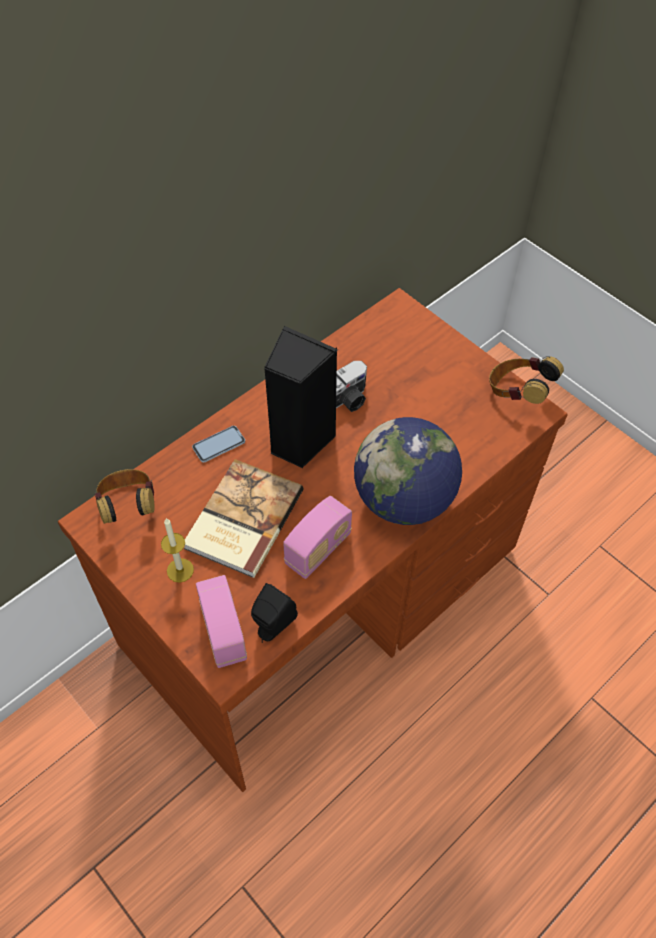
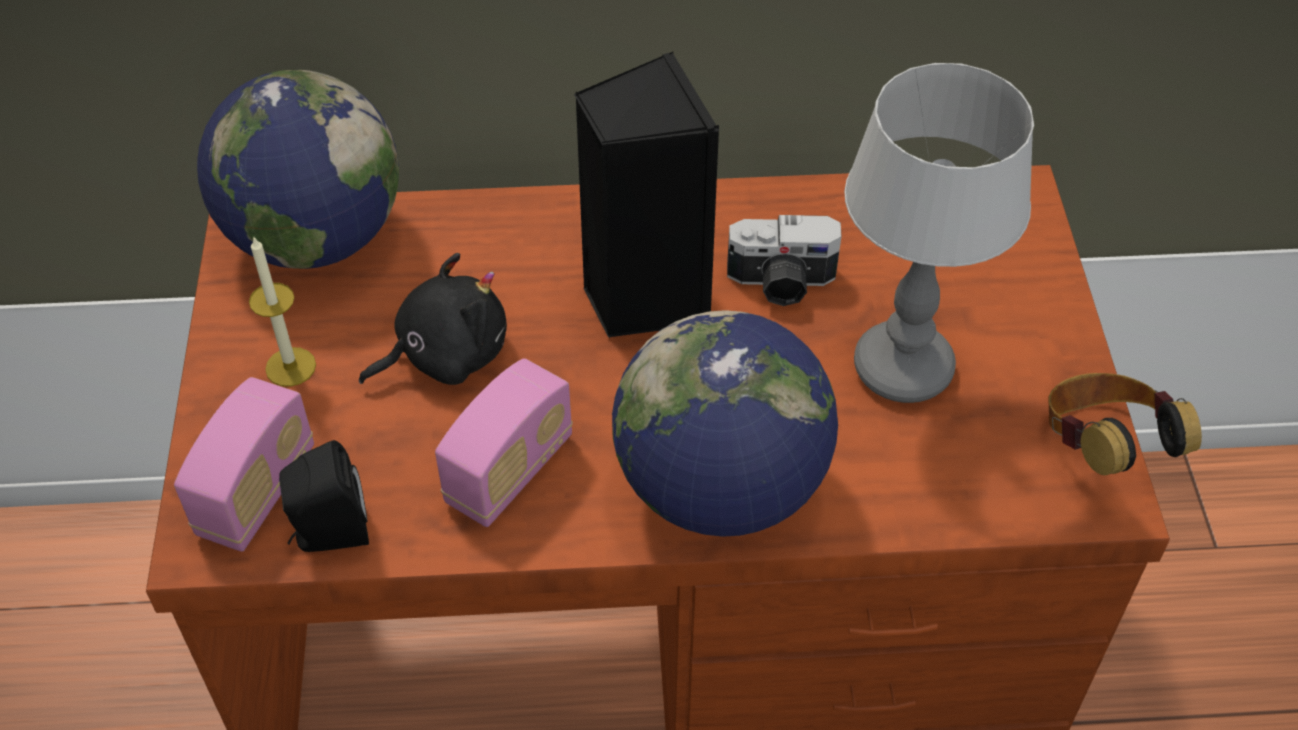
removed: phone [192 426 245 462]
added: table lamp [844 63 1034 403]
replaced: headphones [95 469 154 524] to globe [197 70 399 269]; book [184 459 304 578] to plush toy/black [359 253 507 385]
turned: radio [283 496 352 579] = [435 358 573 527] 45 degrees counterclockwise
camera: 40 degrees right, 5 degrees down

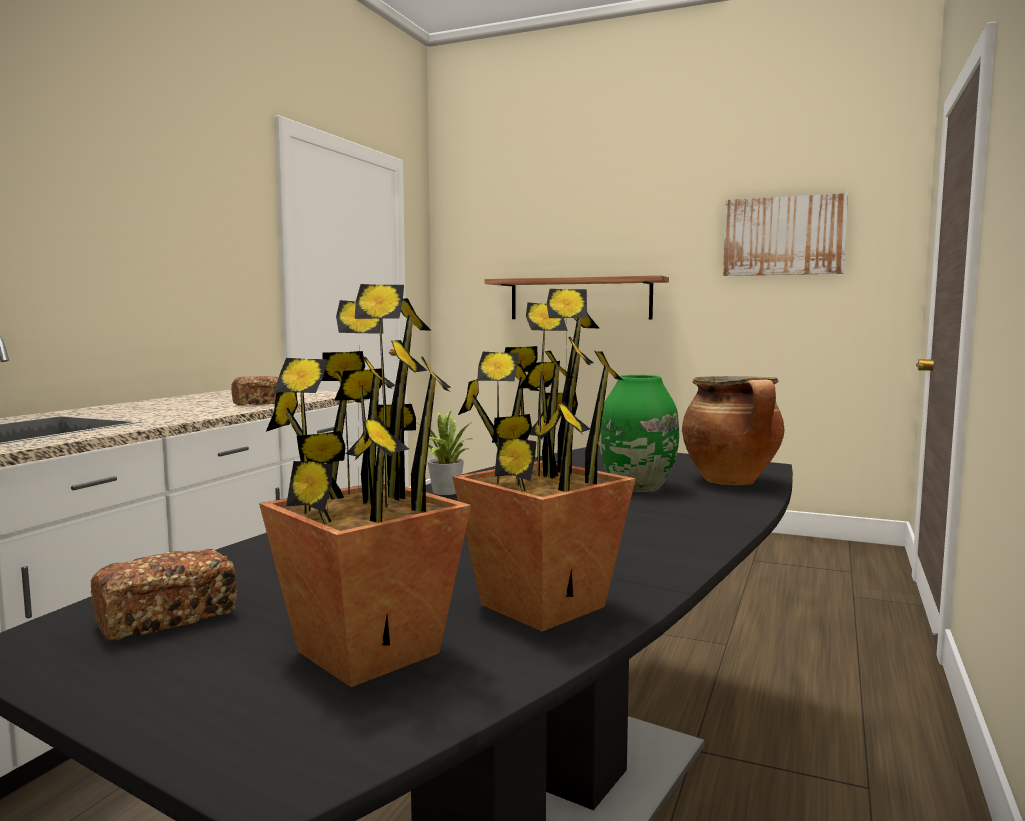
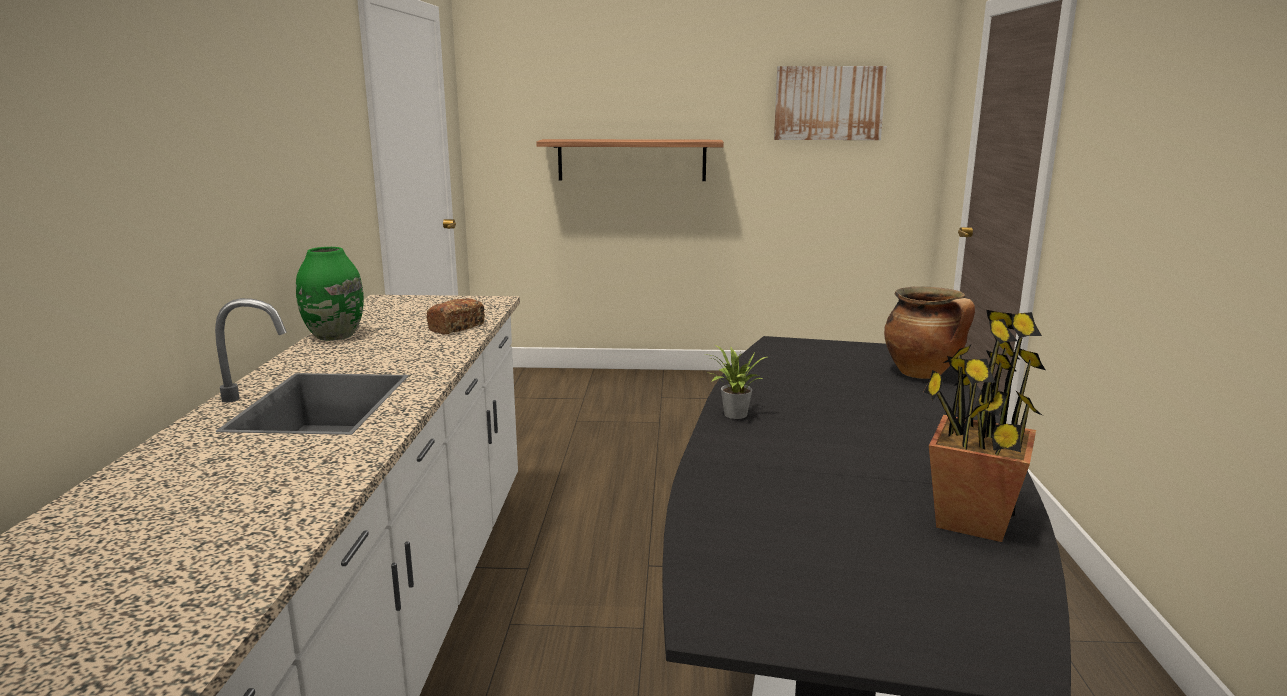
removed: bread [90 549 237 641]; potted plant [259 284 471 687]
moved: vase/green [599 375 679 492] to [296 247 364 341]
camera: 20 degrees left, 10 degrees up

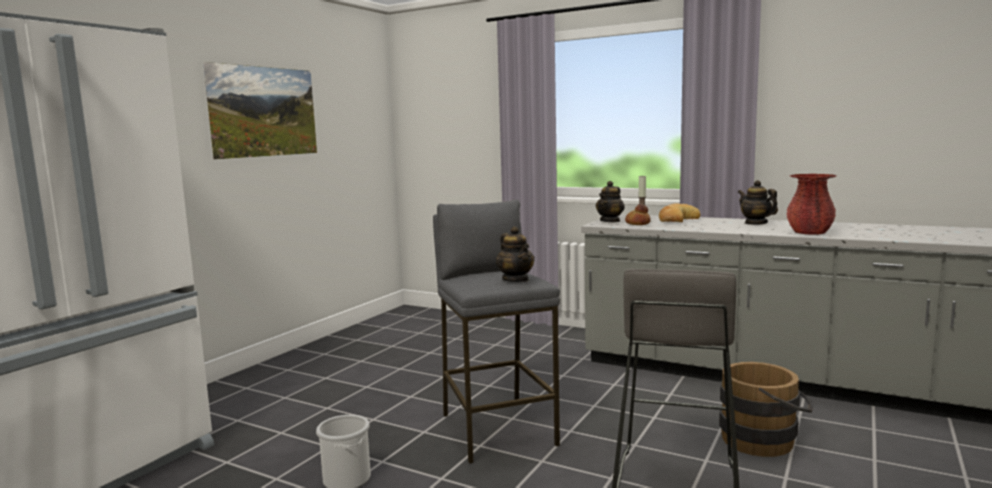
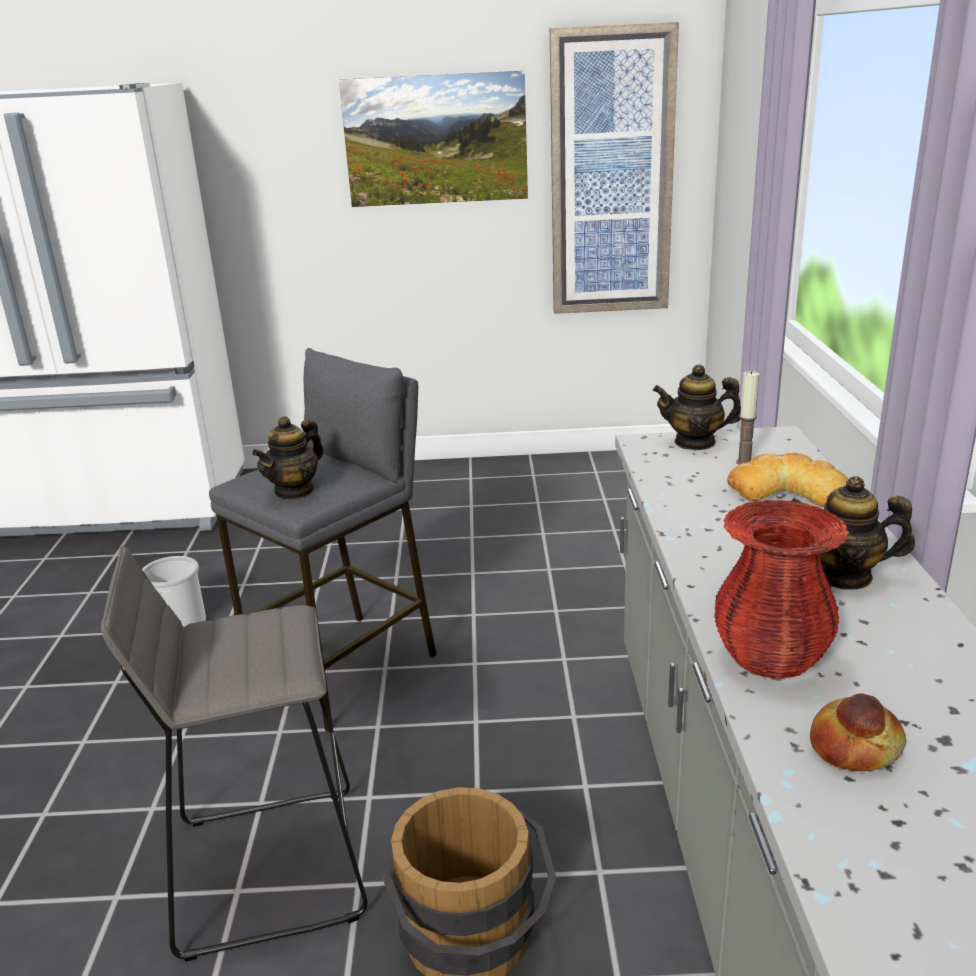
added: picture [550 22 679 314]
moved: bread [625 204 651 225] to [810 694 906 771]
turned: teapot [738 180 778 225] = [791 476 915 590] 105 degrees counterclockwise
camera: 60 degrees right, 15 degrees up

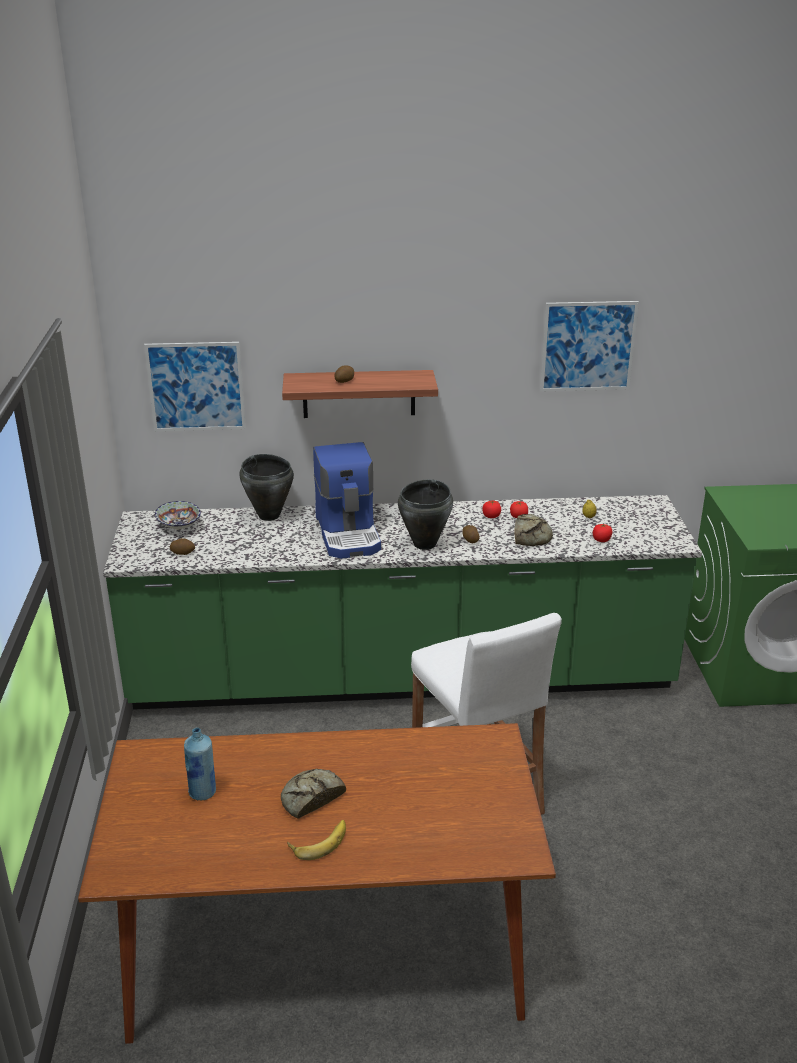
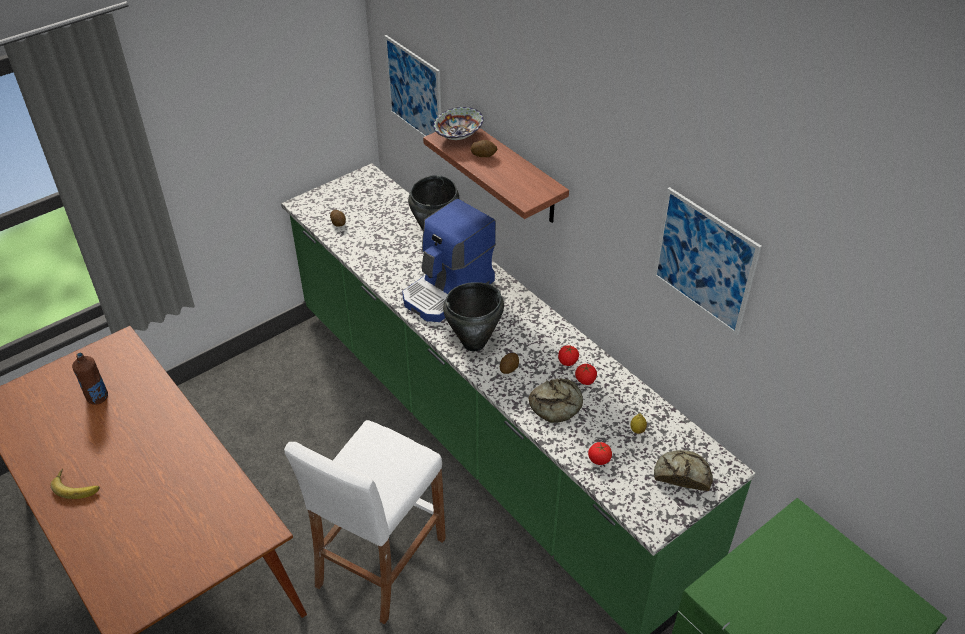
moved: bowl [155 501 201 529] to [434 107 483 140]; bread [281 769 346 819] to [654 450 713 491]
recoloured: bottle/blue [184 727 216 800] to bottle/brown [72 353 108 405]
camera: 55 degrees right, 15 degrees up

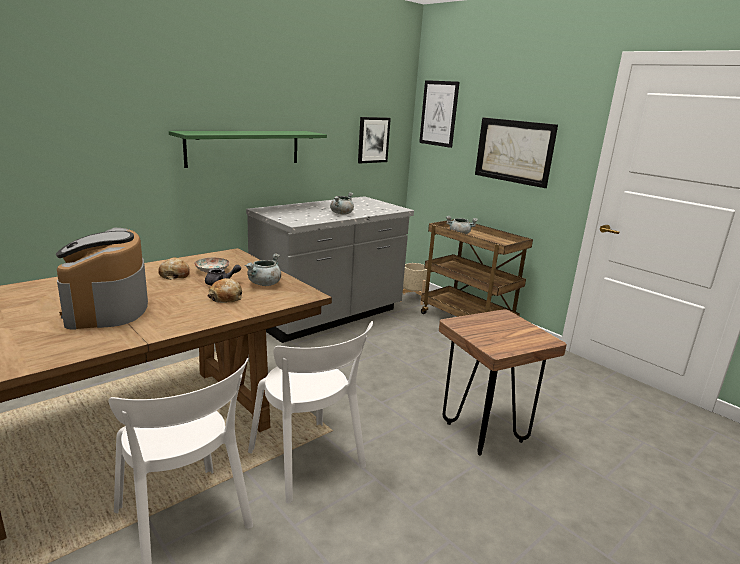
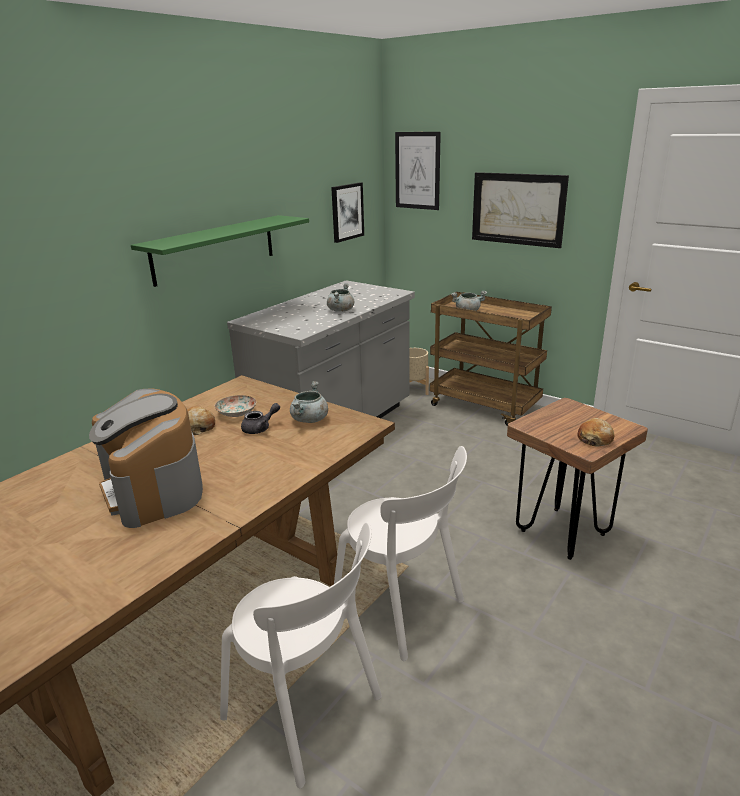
moved: bread [208 278 242 303] to [578 418 615 447]
camera: 10 degrees left, 5 degrees up

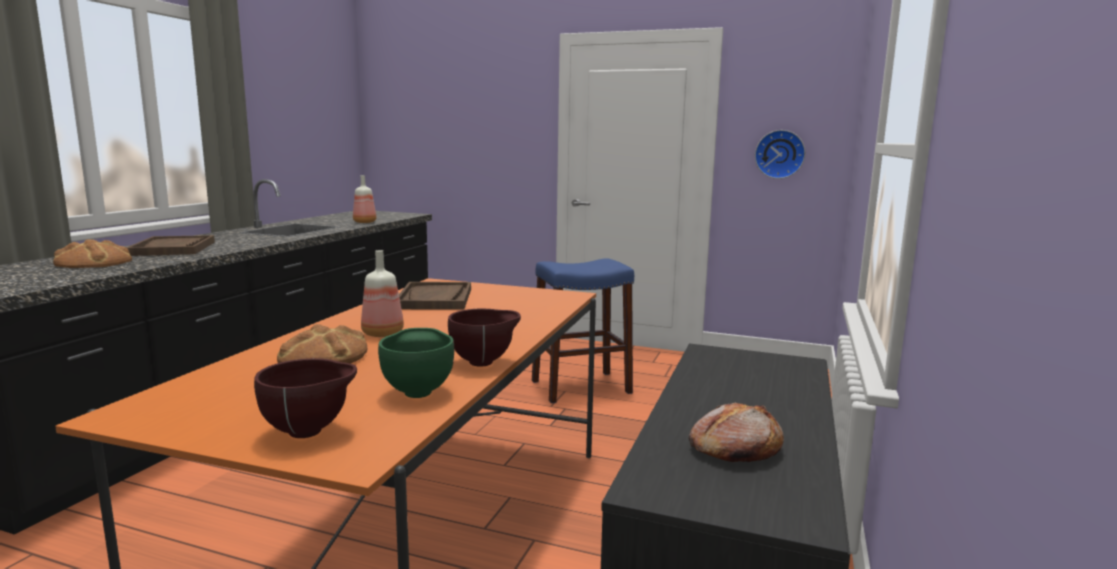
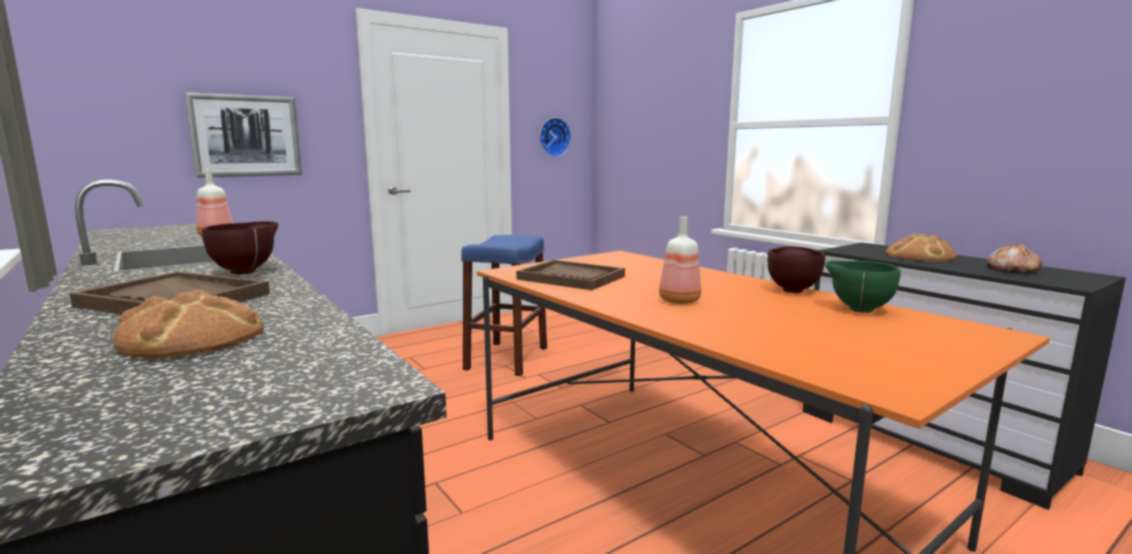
added: picture [185 92 302 178]
moved: bowl/brown [254 358 357 438] to [202 221 278 274]; bread [277 324 367 364] to [886 233 956 262]
camera: 55 degrees left, 0 degrees up

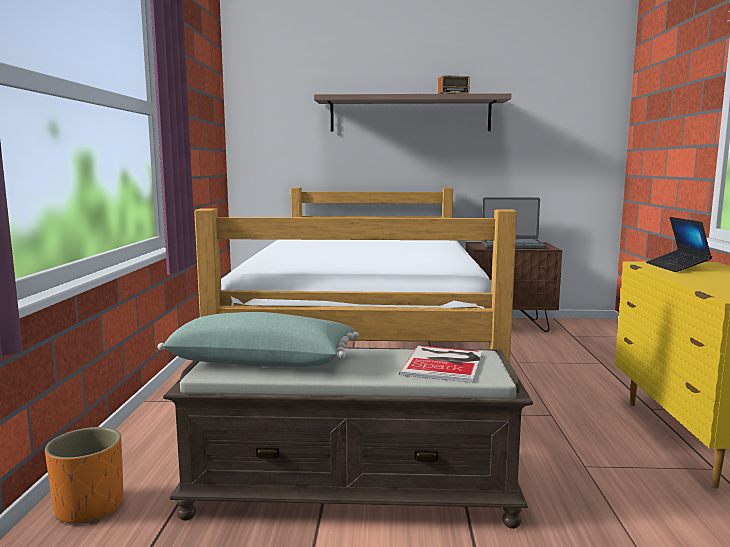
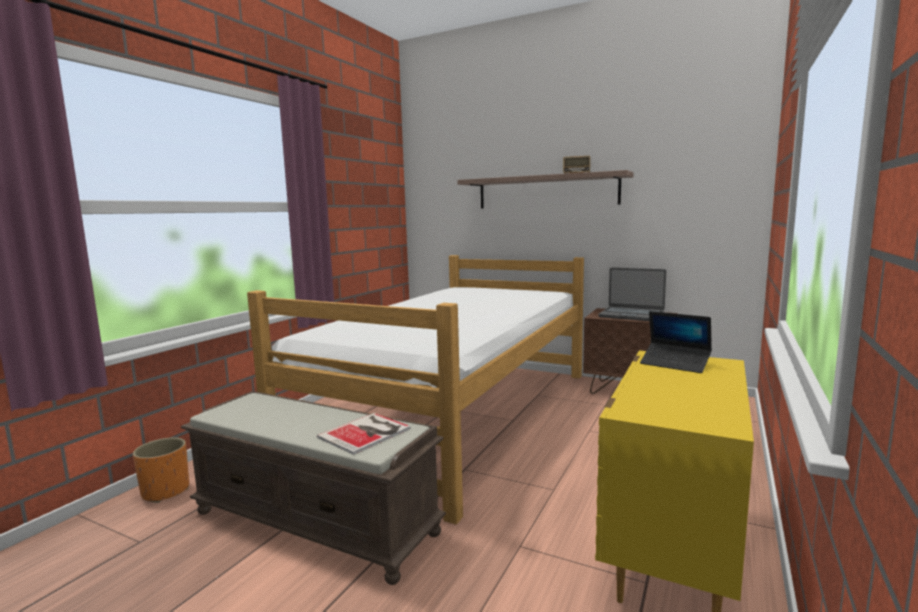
removed: pillow/green [158 312 359 367]
turned: laptop [646 217 712 272] = [640 311 712 373] 75 degrees counterclockwise
camera: 25 degrees right, 0 degrees up

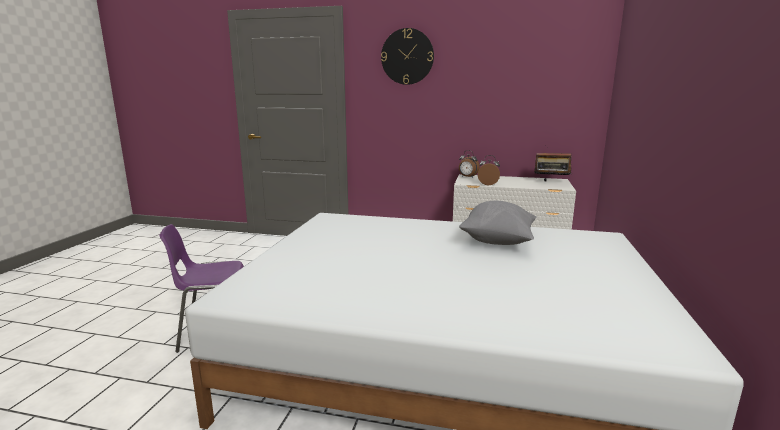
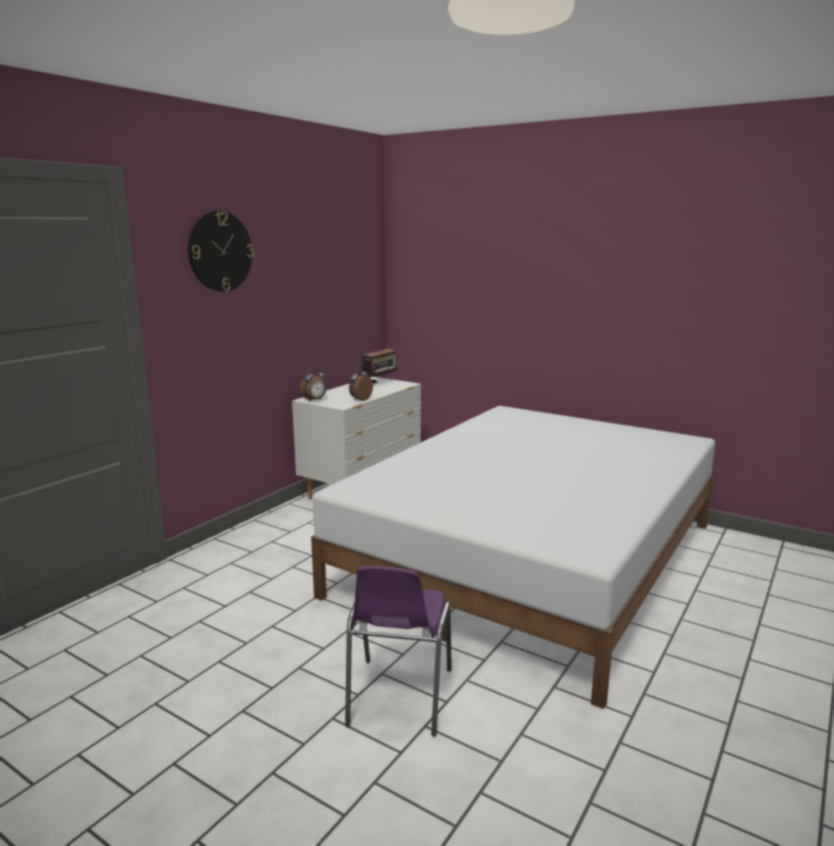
removed: pillow/grey [459 201 536 245]
camera: 70 degrees left, 0 degrees up

